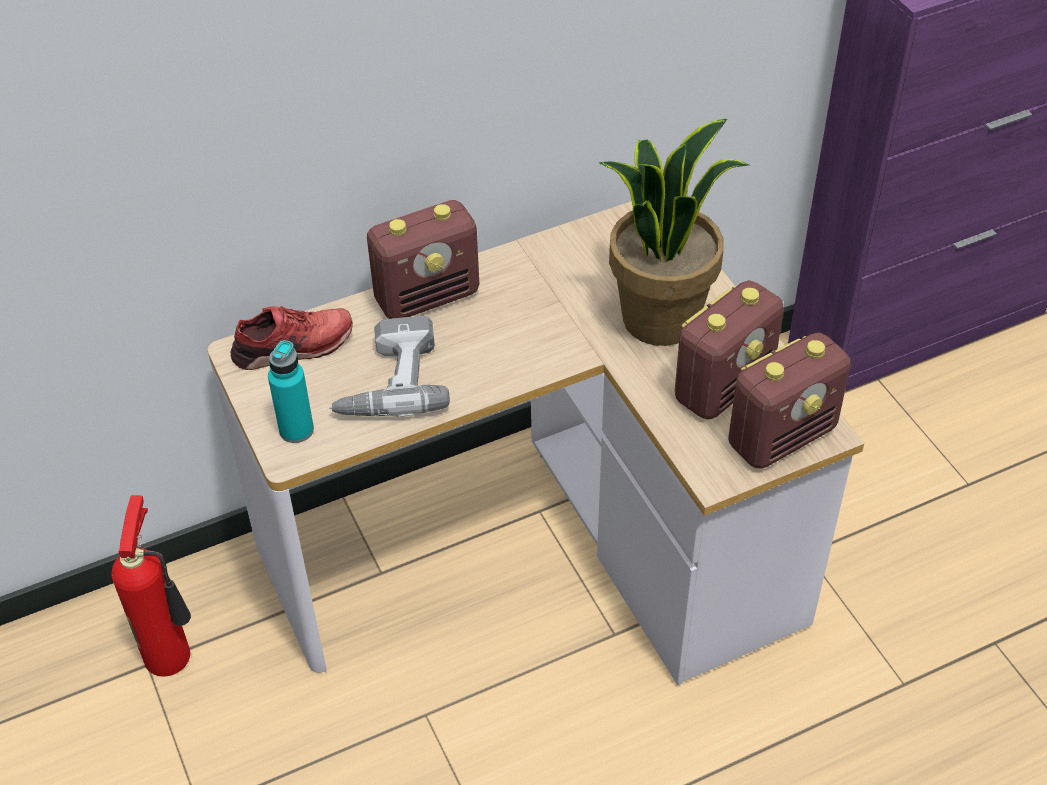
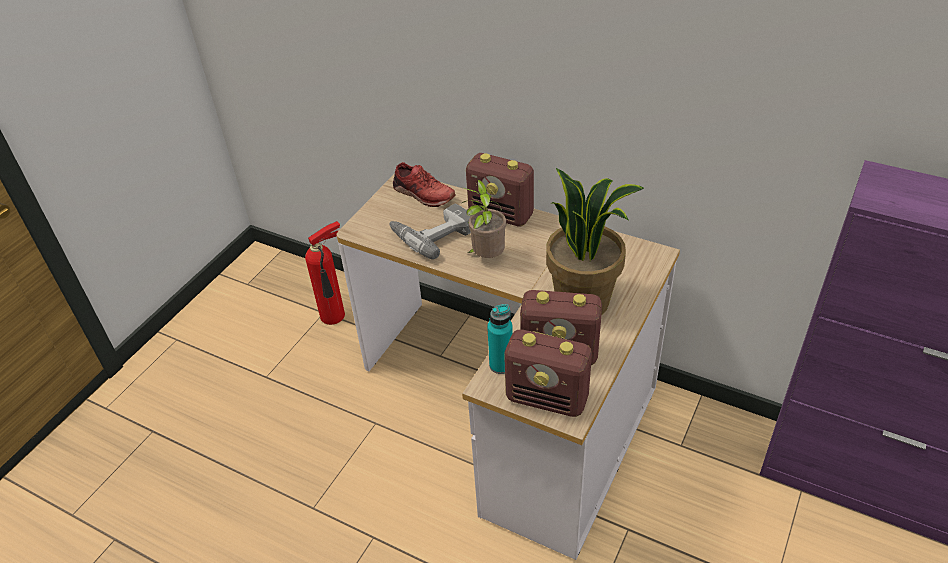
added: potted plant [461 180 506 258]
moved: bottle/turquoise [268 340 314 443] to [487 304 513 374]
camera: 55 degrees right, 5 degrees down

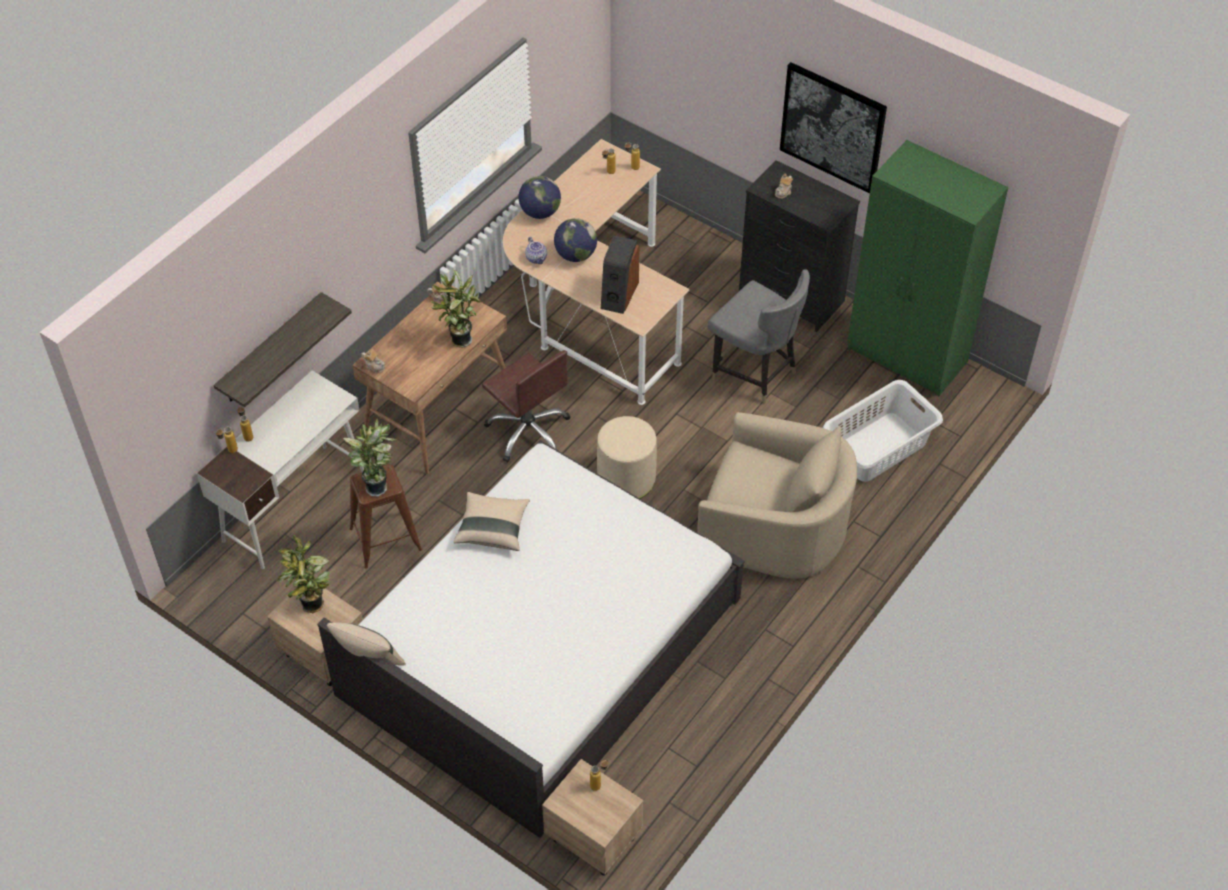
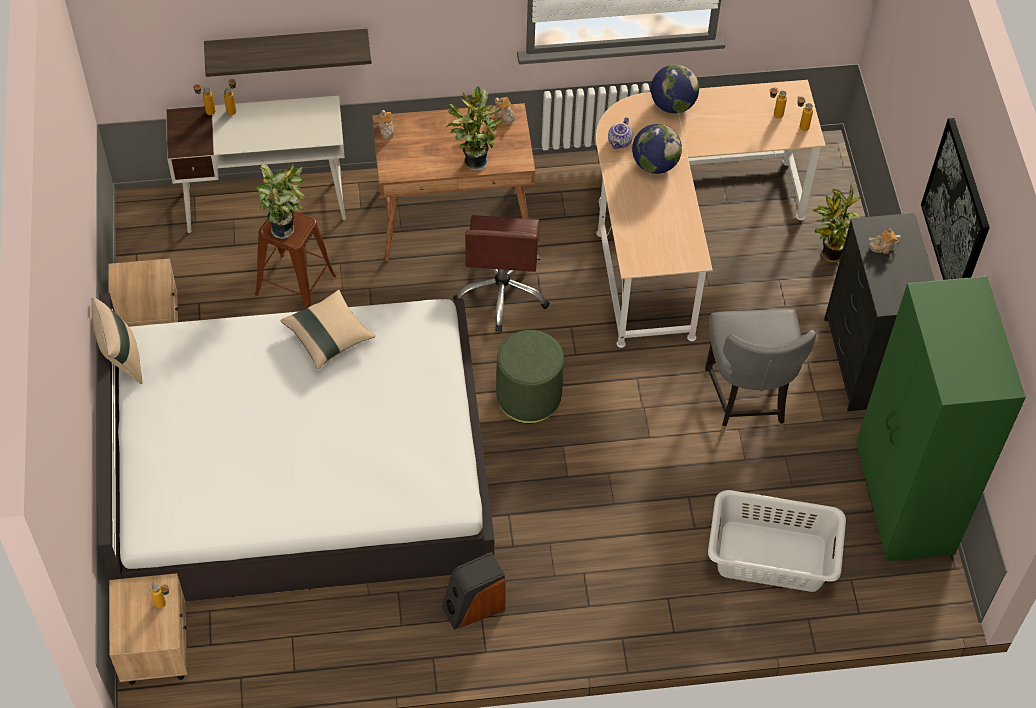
removed: armchair/beige [698 412 857 578]
moved: potted plant [276 534 330 613] to [813 183 861 263]; speaker [601 235 639 314] to [442 552 506 630]
recoloured: ottoman/beige [597 416 657 499] to ottoman/green [496 330 564 424]
camera: 45 degrees right, 5 degrees up

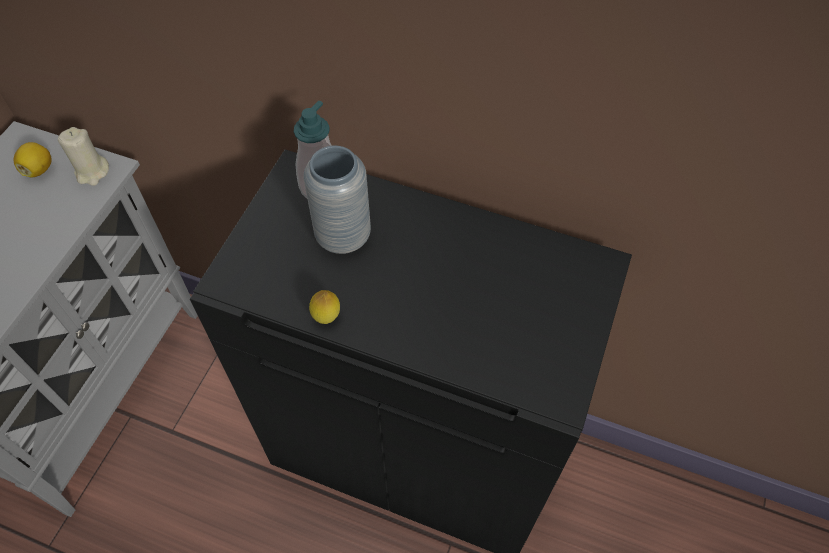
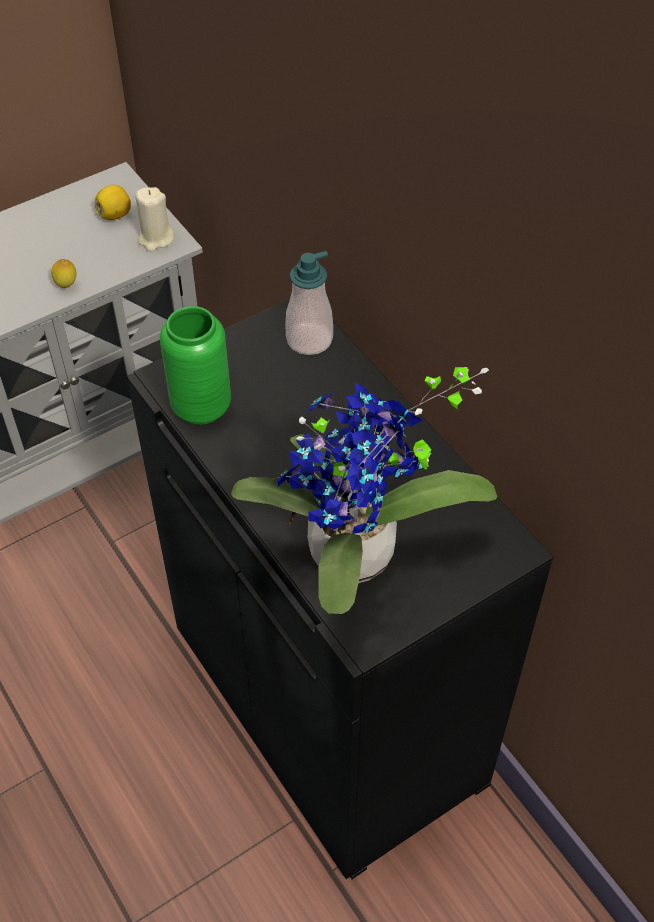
removed: vase/grey [303 146 371 254]
added: vase/green [160 306 231 425]; potted plant [231 367 497 614]
moved: lemon [309 290 340 324] to [51 259 77 288]
camera: 35 degrees right, 5 degrees down

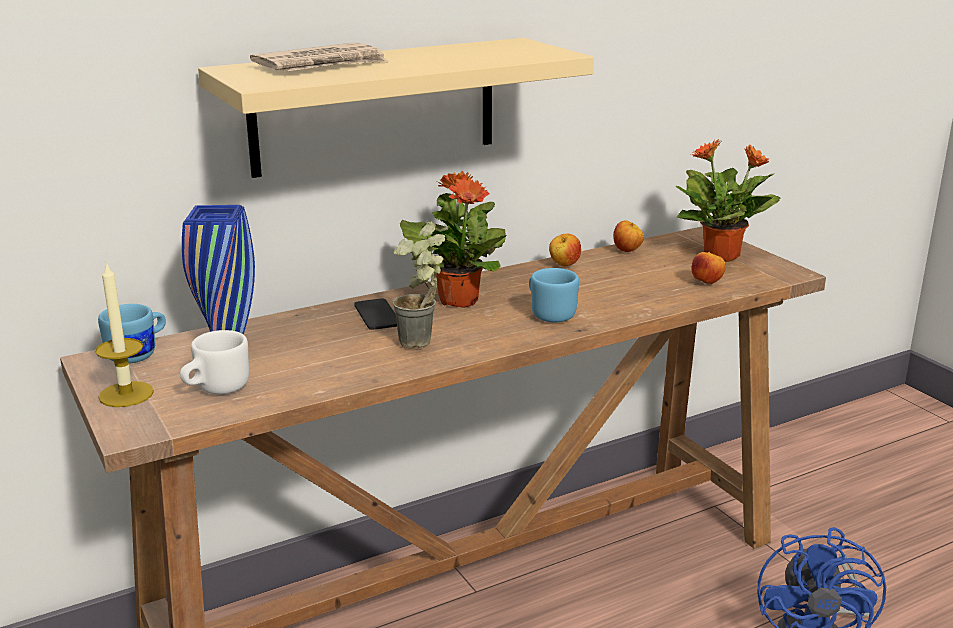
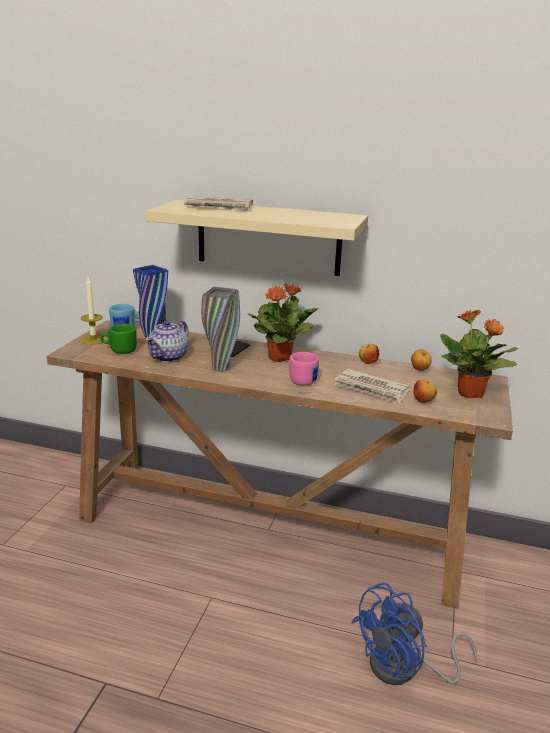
added: teapot [145 320 189 362]; newspaper [334 369 410 404]
replaced: potted plant [393 221 445 348] to vase/grey [201 287 240 372]
recoloured: mug/white [180 330 249 394] to mug/green [100 324 137 354]; mug/blue [529 268 579 322] to mug/pink [289 352 319 386]
camera: 45 degrees right, 0 degrees up

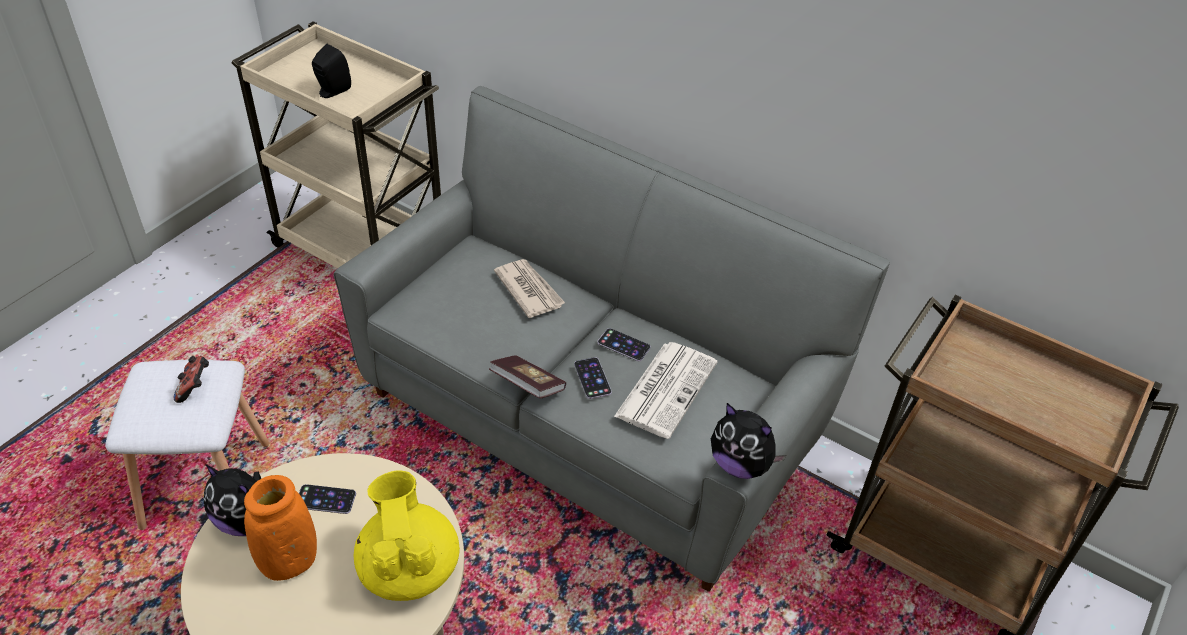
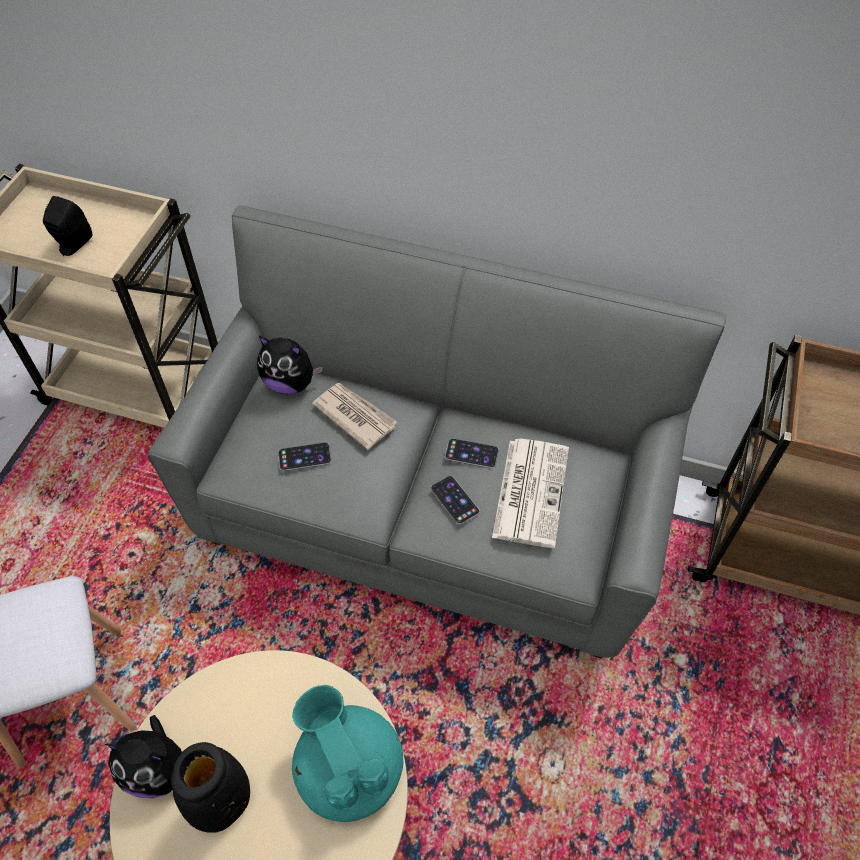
removed: game controller [174 356 209 403]; book [489 355 566 399]
moved: phone [299 484 356 514] to [278 442 331 471]; plush toy [711 403 787 479] to [257 335 323 395]
recoloured: vase/orange [244 475 317 581] to vase/black [171 742 250 833]; teapot/yellow [353 470 460 601] to teapot/turquoise [292 685 403 822]
camera: 15 degrees left, 10 degrees up

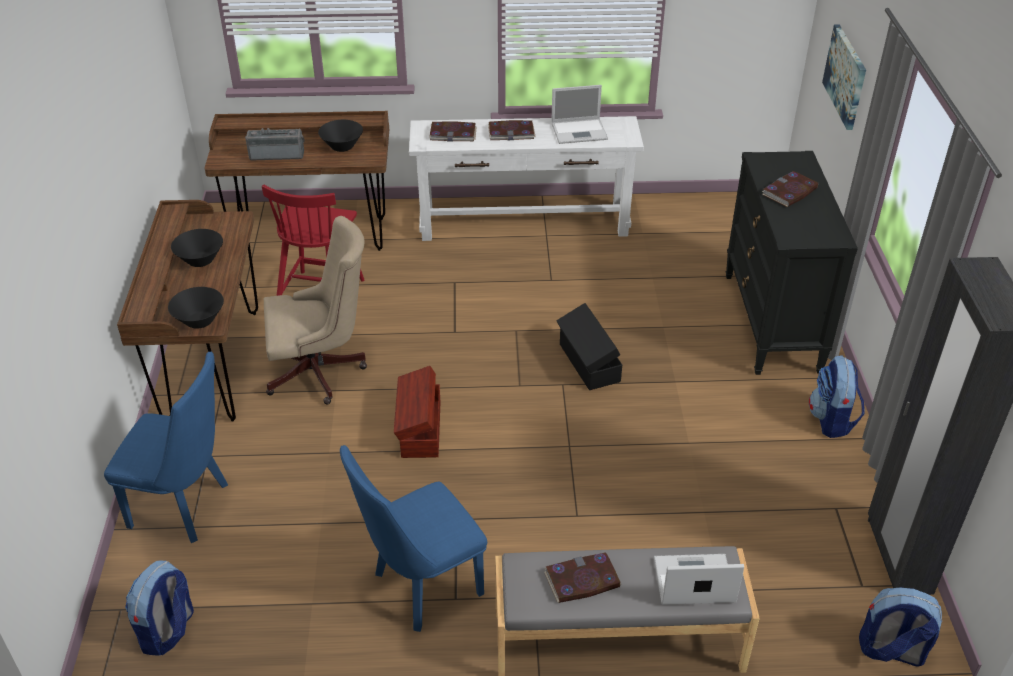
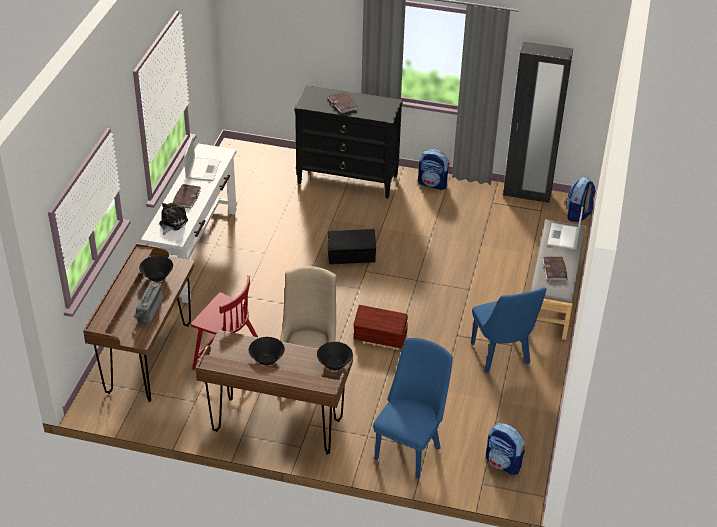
removed: picture [822 25 866 130]
replaced: book [429 122 477 142] to plush toy [159 203 188 235]
camera: 75 degrees left, 0 degrees up

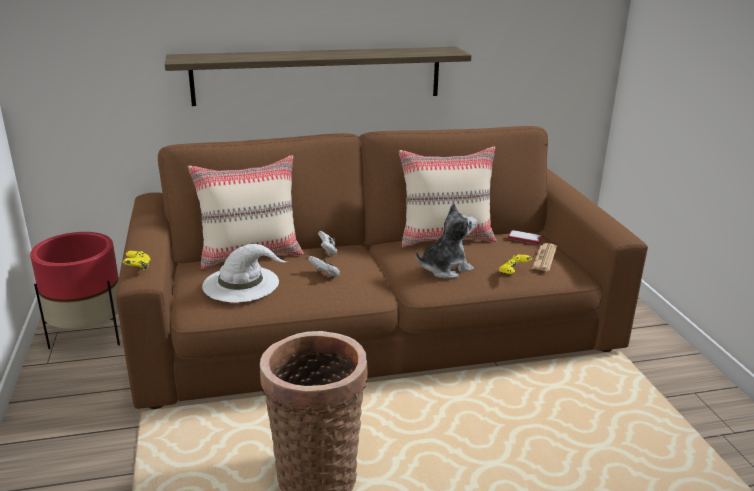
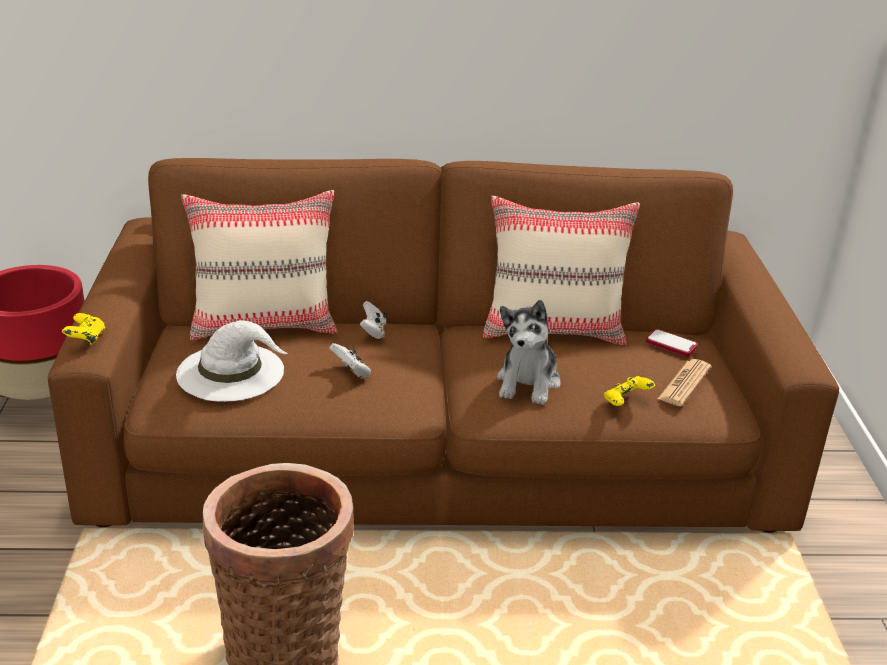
removed: shelf [165 47 471 106]
turned: plush toy [415 202 477 279] = [497 300 561 405] 120 degrees clockwise
camera: 10 degrees right, 5 degrees up

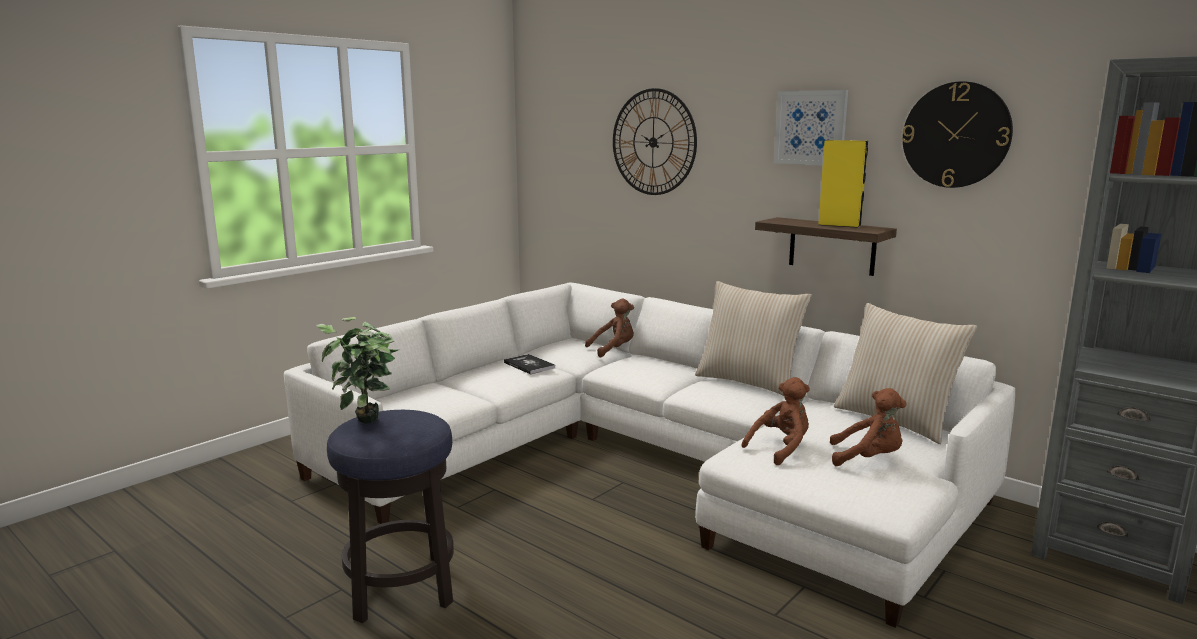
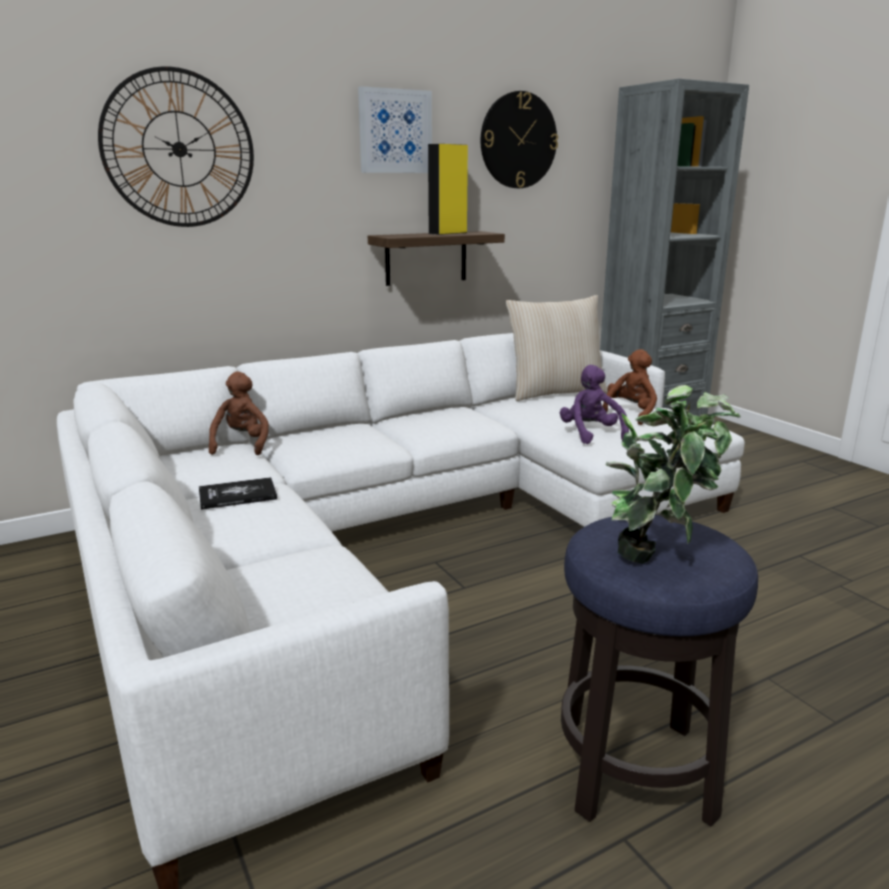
removed: pillow/beige [695 281 812 396]
recoloured: plush toy/brown [741 377 810 465] to plush toy/purple [560 365 629 444]
camera: 70 degrees left, 5 degrees up

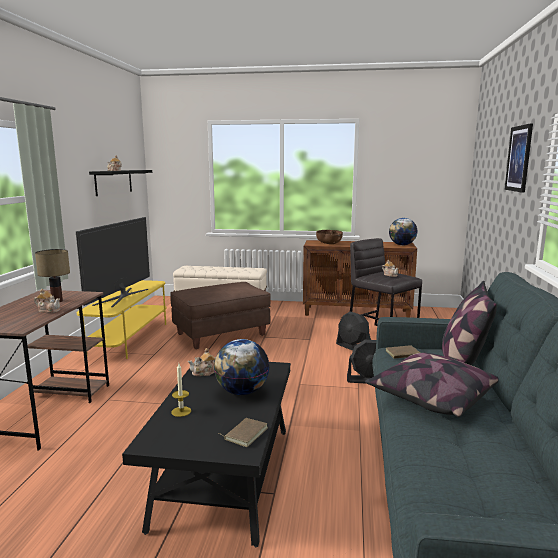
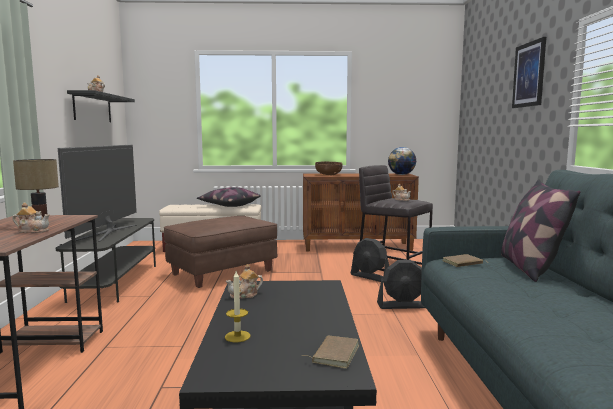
removed: globe [214 339 270 395]
moved: pillow [365 353 499 417] to [197 187 261 207]
recoloured: tv stand/yellow [77 280 167 359] to tv stand/grey [56 218 156 303]
camera: 10 degrees left, 5 degrees down

